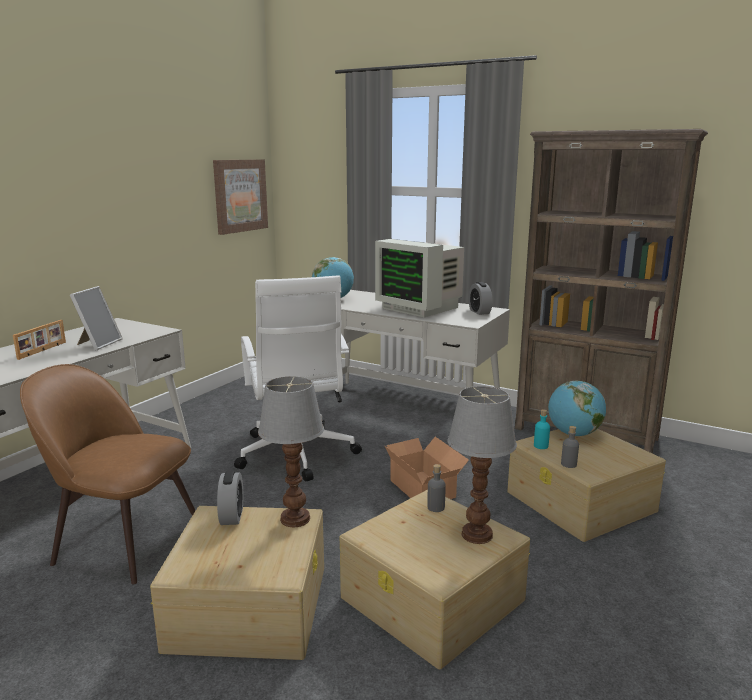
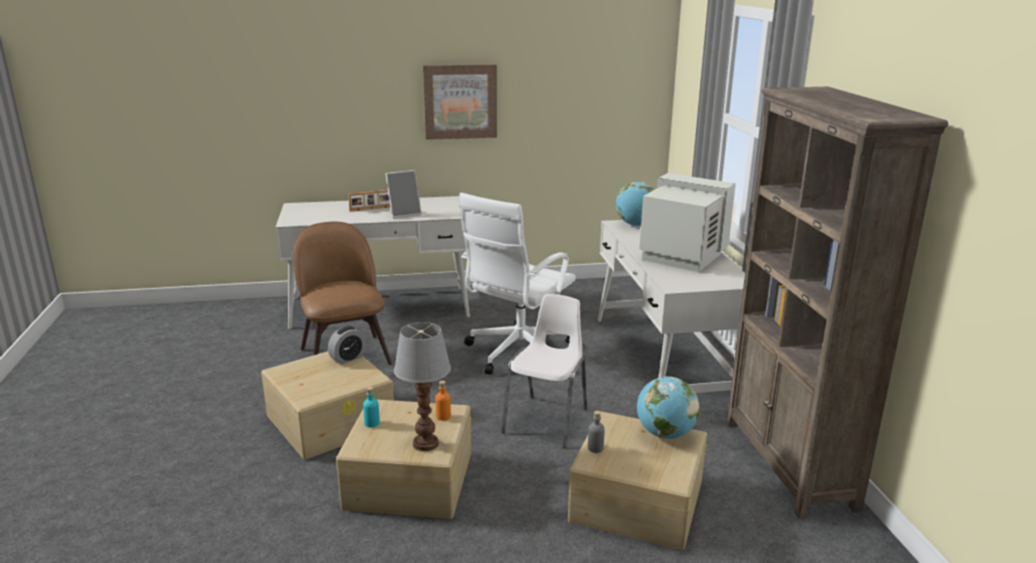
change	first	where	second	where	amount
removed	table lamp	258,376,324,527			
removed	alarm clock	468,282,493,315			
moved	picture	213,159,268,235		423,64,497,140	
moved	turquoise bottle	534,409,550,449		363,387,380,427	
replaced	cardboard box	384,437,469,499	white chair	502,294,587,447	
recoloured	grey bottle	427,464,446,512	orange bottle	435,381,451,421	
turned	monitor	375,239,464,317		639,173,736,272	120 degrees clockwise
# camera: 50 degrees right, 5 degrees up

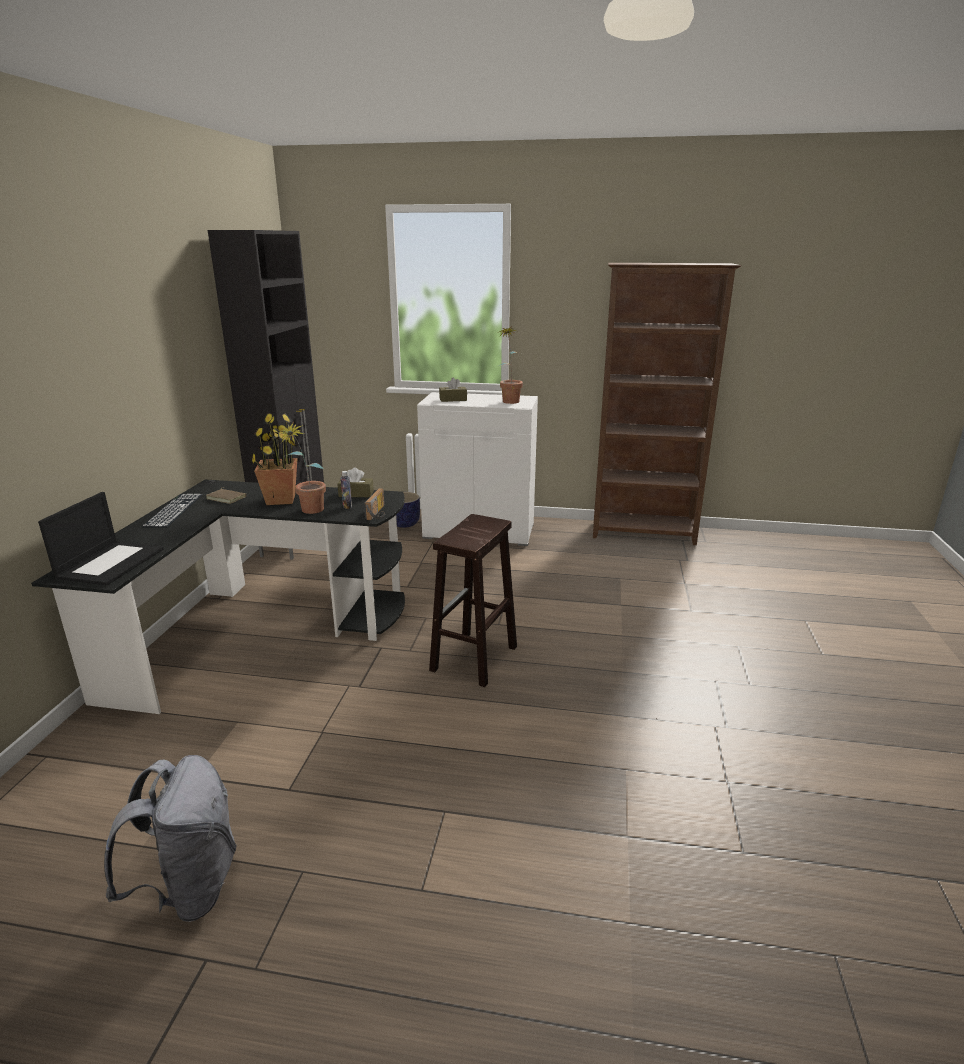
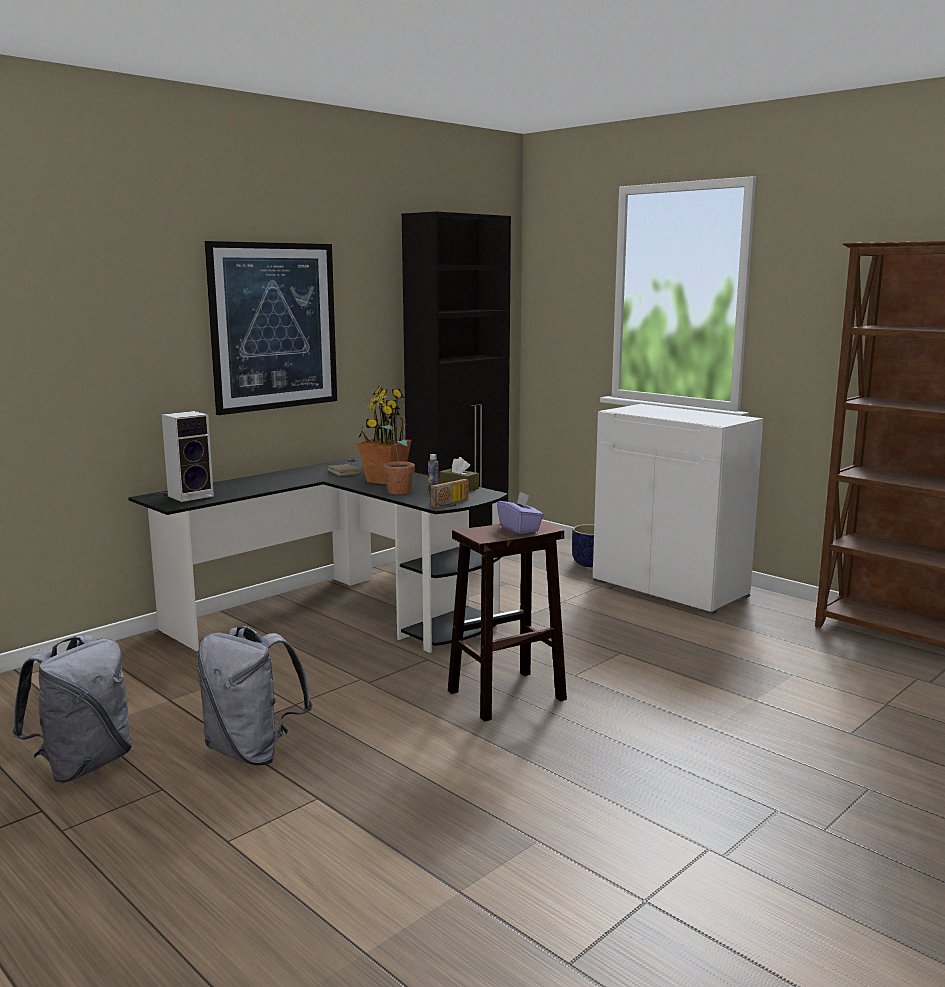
change	first	where	second	where	amount
removed	keyboard	142,494,202,528			
removed	brown tissue box	439,378,467,402			
removed	potted plant	499,327,523,404			
added			grey backpack	197,626,312,765	
added			picture	205,241,337,415	
added			purple tissue box	497,491,544,534	
replaced	laptop	38,492,164,585	speaker	162,411,214,502	
# camera: 35 degrees right, 10 degrees down

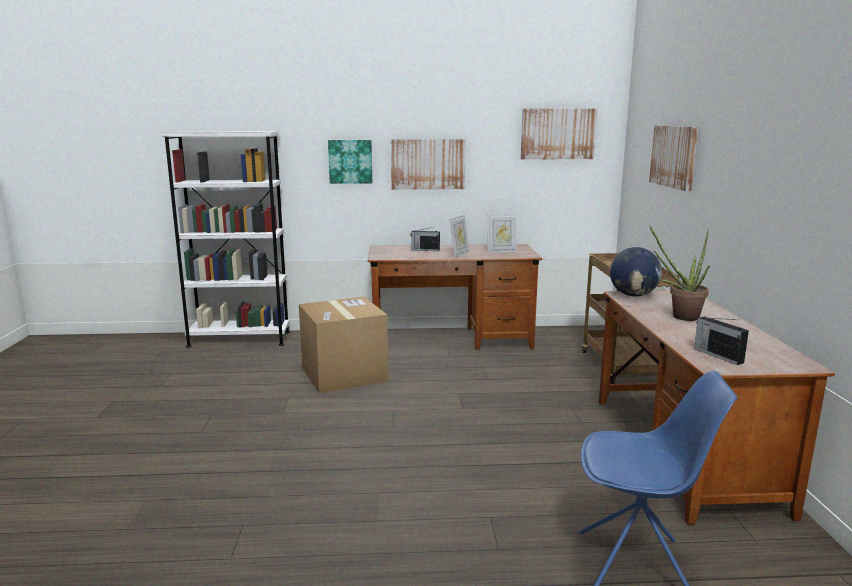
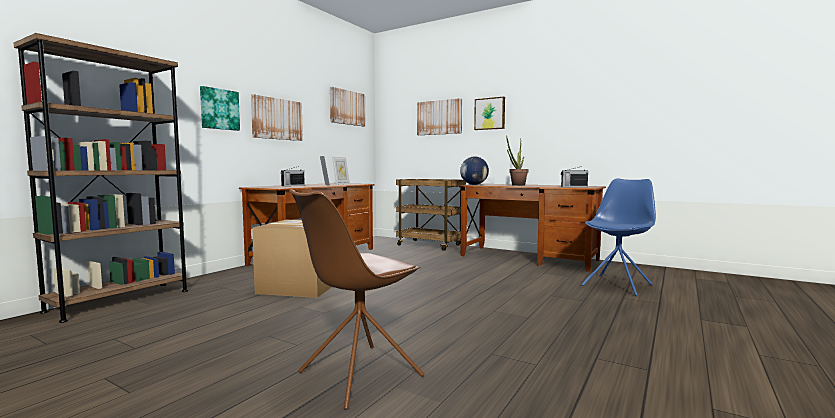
change	first	where	second	where	amount
added			brown chair	289,189,424,410	
added			picture	474,97,505,130	
recoloured	white bookcase	162,131,290,348	brown bookcase	14,33,188,323	
# camera: 55 degrees left, 10 degrees down

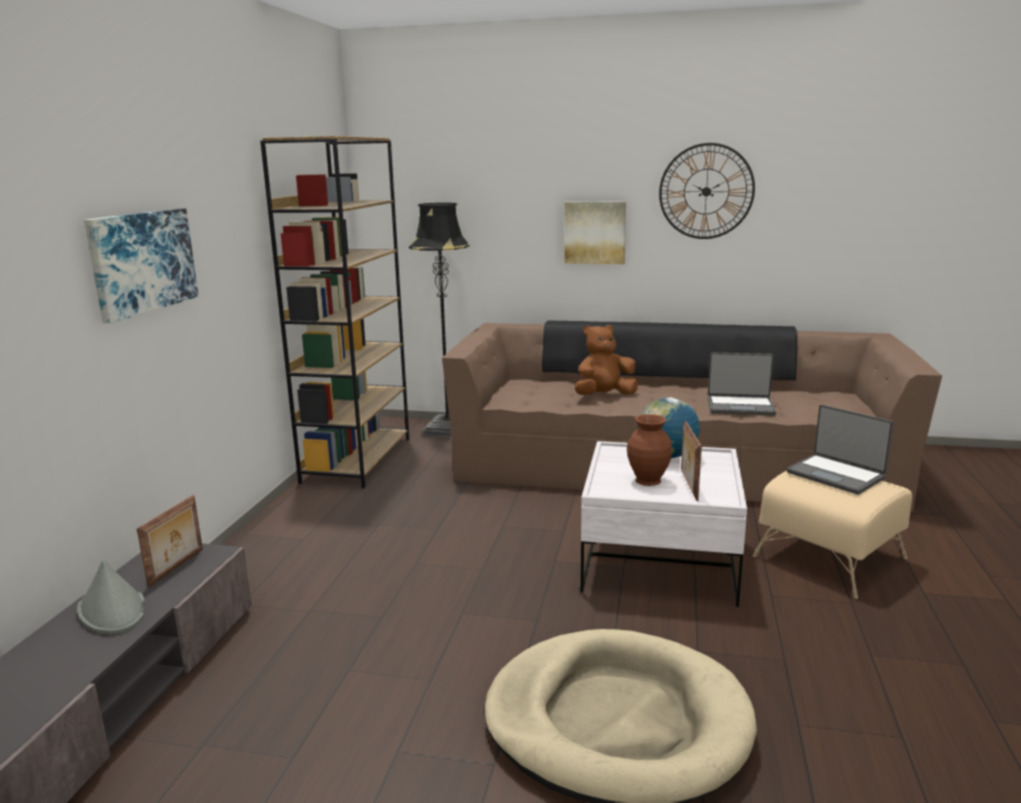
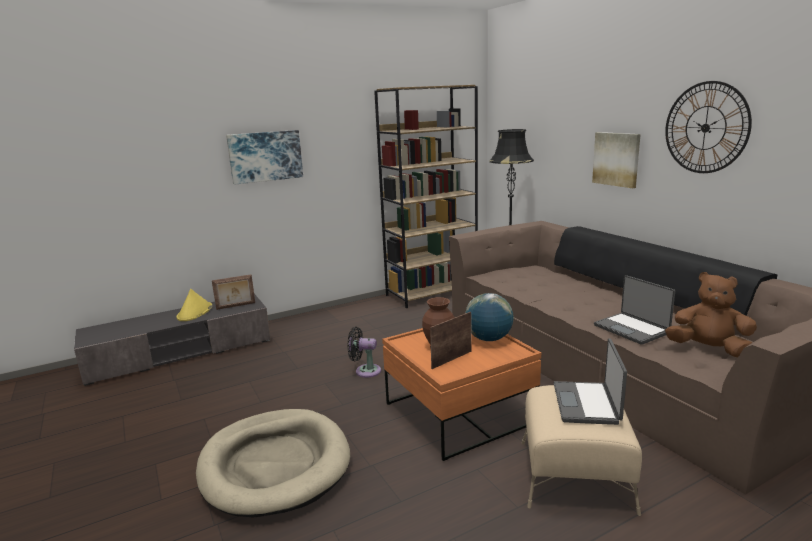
change	first	where	second	where	amount
added			black fan	347,327,381,378	
moved	brown plush toy	575,325,638,395		665,272,757,357	
recoloured	grey hat	77,559,145,634	yellow hat	176,289,212,321	
recoloured	white coffee table	581,441,747,607	orange coffee table	382,328,541,461	
# camera: 50 degrees right, 0 degrees up

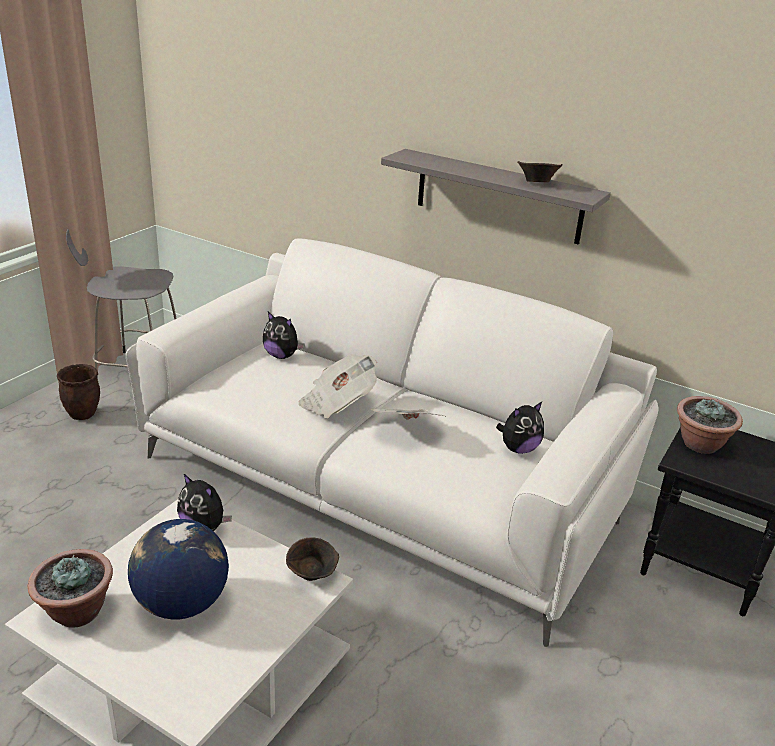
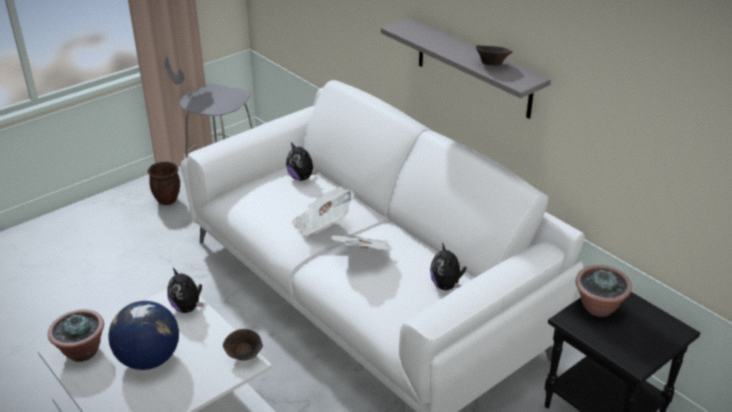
change	first	where	second	where	amount
turned	plush toy	496,402,544,454		430,242,466,290	90 degrees clockwise
# camera: 20 degrees right, 5 degrees up

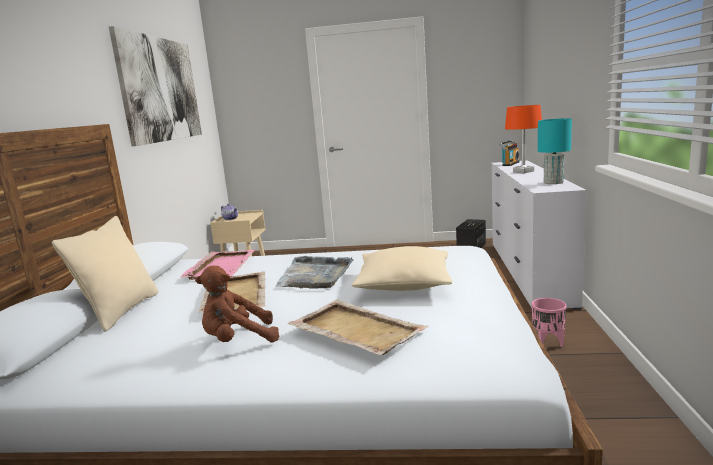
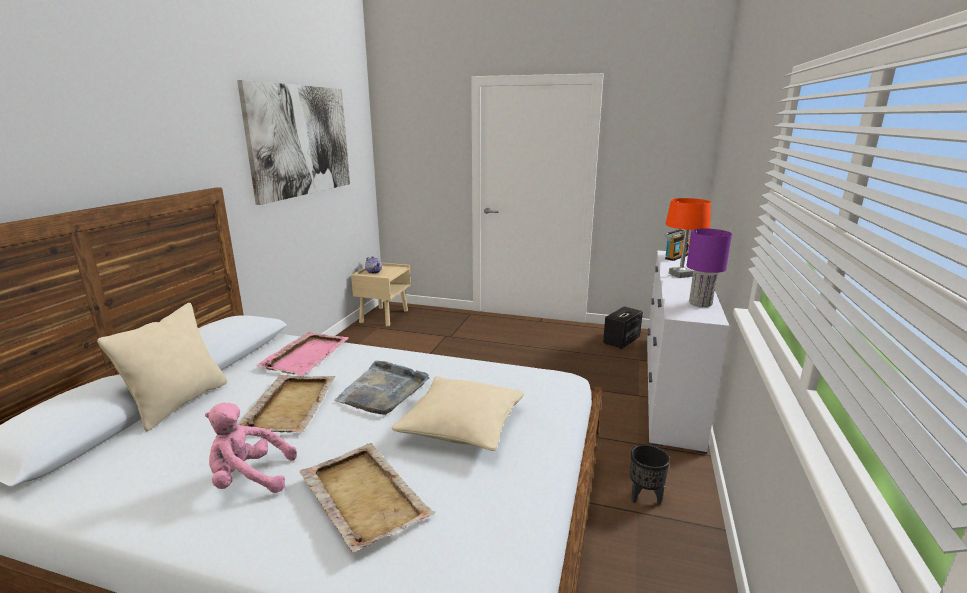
change	first	where	second	where	amount
recoloured	brown plush toy	195,266,279,342	pink plush toy	205,403,297,493	
recoloured	pink planter	532,298,566,347	black planter	630,445,670,504	
recoloured	turquoise table lamp	538,118,572,184	purple table lamp	686,228,732,307	
# camera: 10 degrees right, 5 degrees up

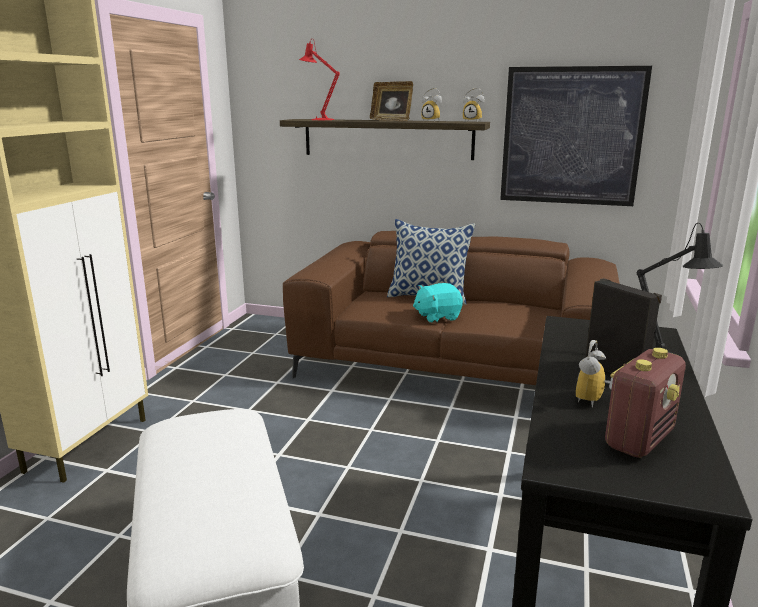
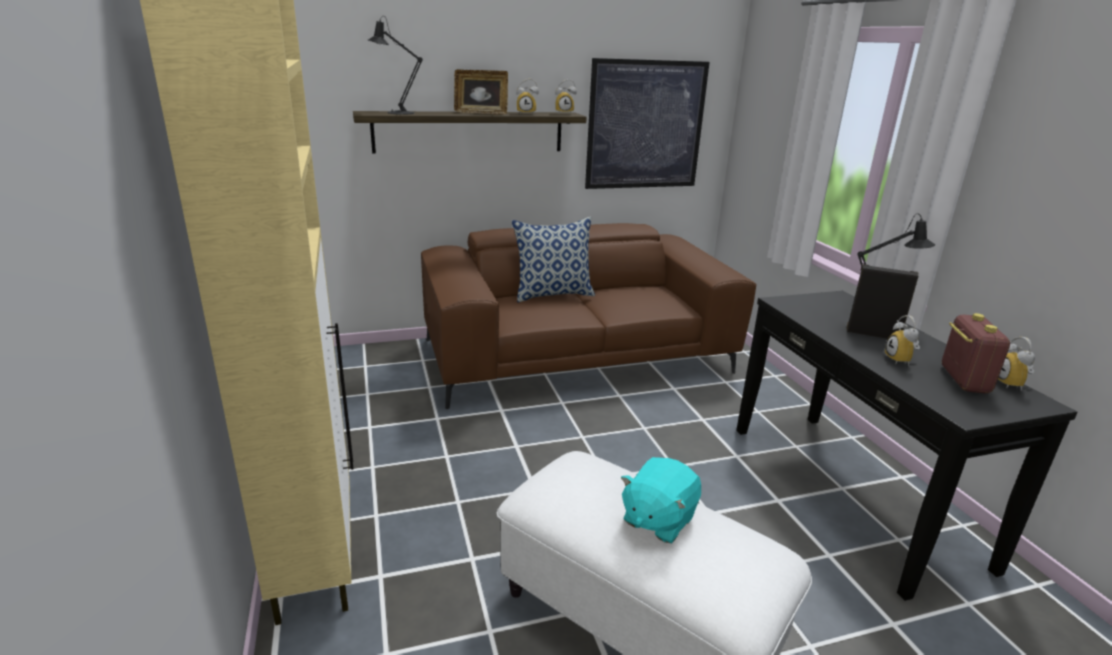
change	first	where	second	where	amount
added			alarm clock	998,337,1035,391	
moved	turquoise plush toy	413,283,463,323		621,457,701,543	
recoloured	red table lamp	299,38,340,120	black table lamp	367,16,423,115	
# camera: 35 degrees left, 5 degrees up

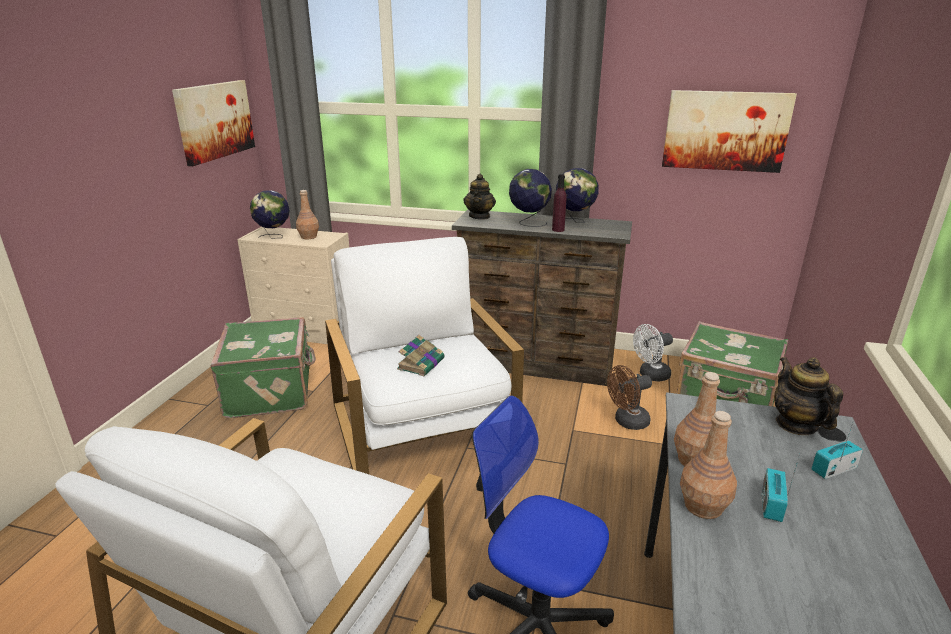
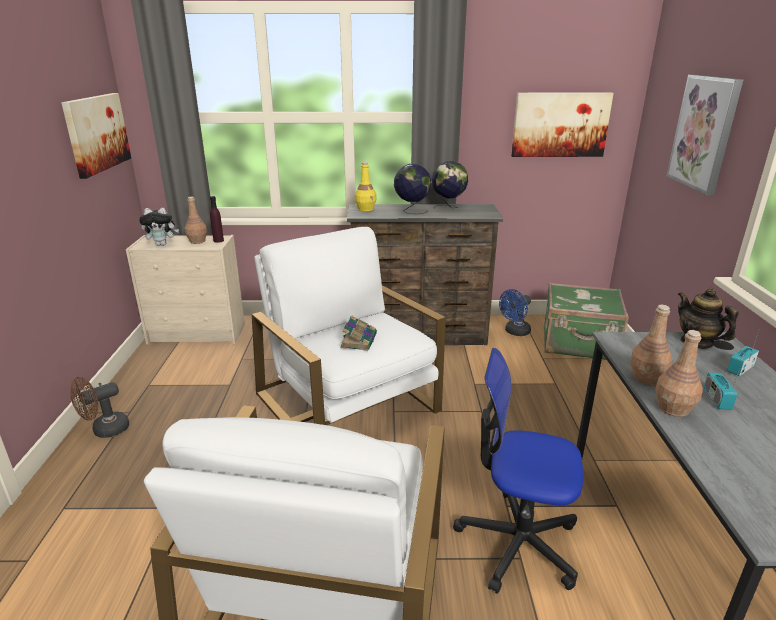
change	first	where	second	where	amount
removed	green suitcase	211,317,316,418			
added			picture	666,75,744,195	
moved	purple bottle	552,174,566,232		210,196,224,243	
moved	brown fan	607,365,652,430		70,377,129,438	
replaced	globe	250,190,290,238	plush toy	139,208,179,246	
replaced	teapot	463,173,496,220	yellow bottle	355,162,377,211	
recoloured	white fan	633,324,673,381	blue fan	499,289,531,336	
# camera: 15 degrees left, 0 degrees up

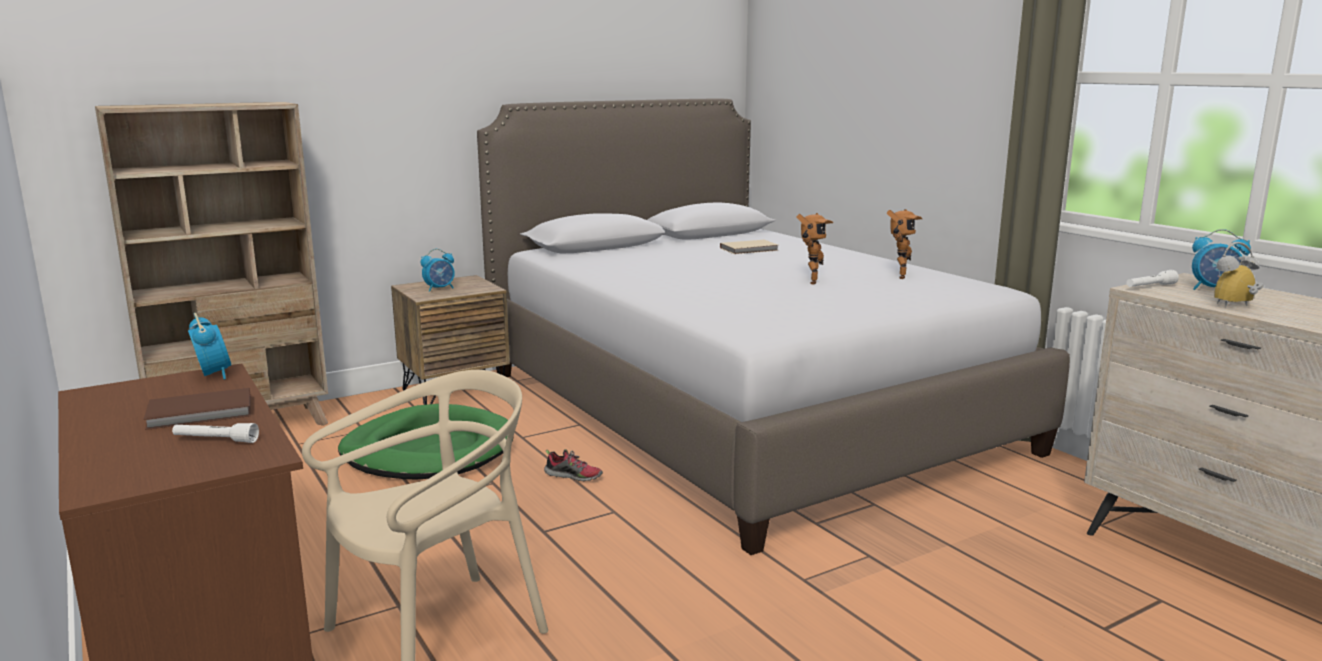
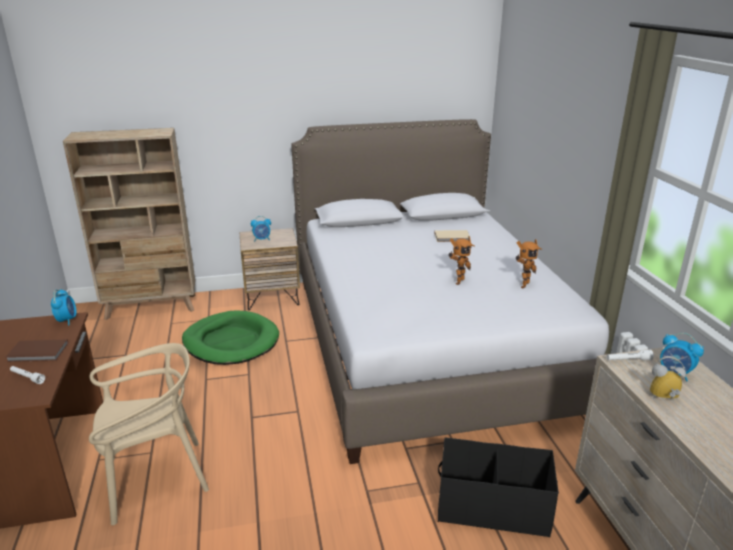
change	first	where	second	where	amount
removed	shoe	544,449,603,482			
added			black storage box	438,437,559,538	
# camera: 20 degrees right, 10 degrees up

